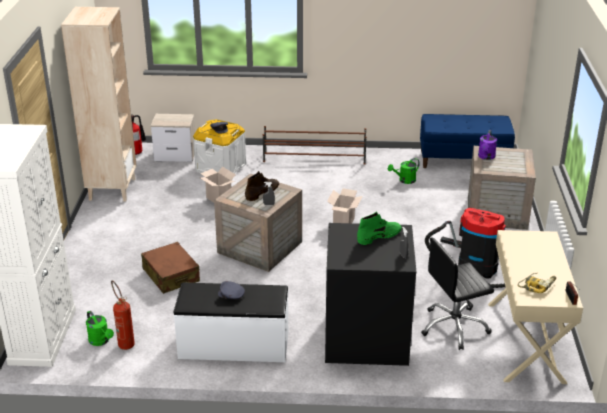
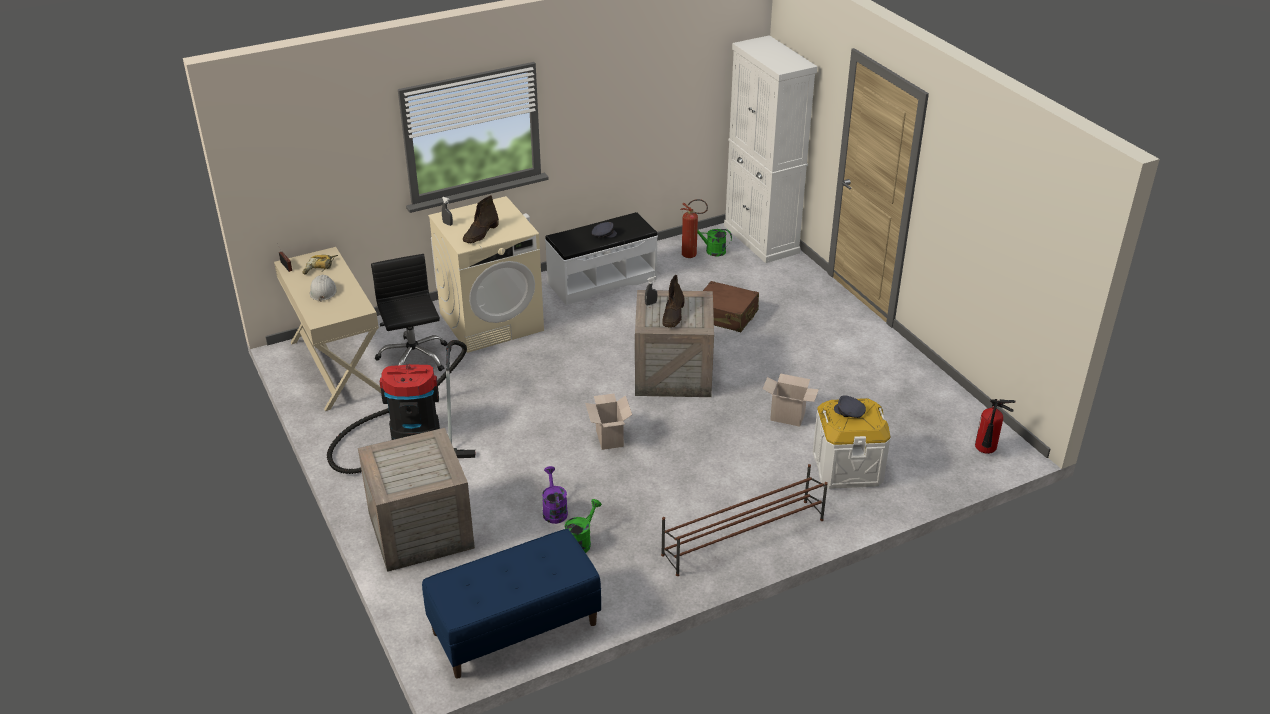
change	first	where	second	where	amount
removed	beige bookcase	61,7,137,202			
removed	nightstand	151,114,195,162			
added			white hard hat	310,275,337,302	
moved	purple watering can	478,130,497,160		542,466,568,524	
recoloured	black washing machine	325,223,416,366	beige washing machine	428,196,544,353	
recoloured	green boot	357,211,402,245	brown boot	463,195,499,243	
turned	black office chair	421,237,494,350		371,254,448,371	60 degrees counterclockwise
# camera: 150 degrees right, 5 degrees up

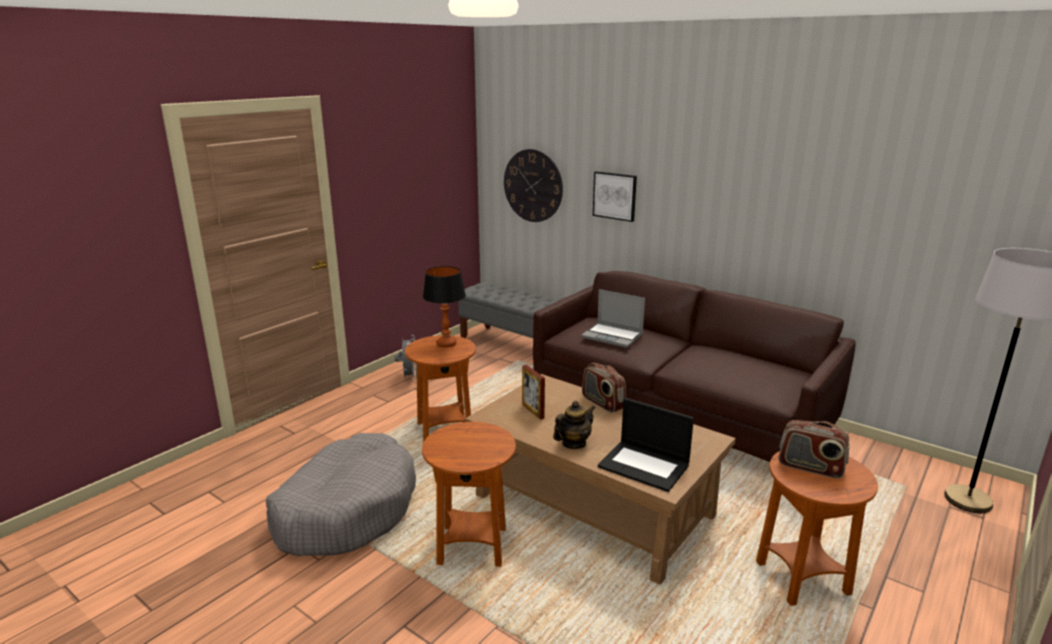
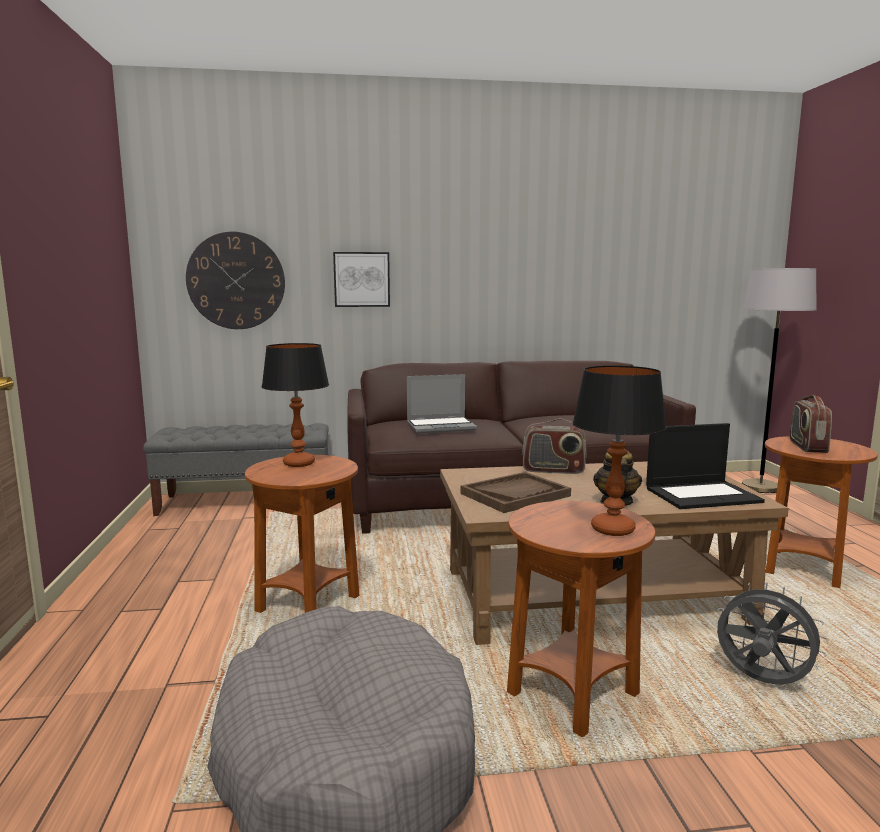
change	first	where	second	where	amount
added			table lamp	572,366,667,536	
moved	grey fan	395,335,417,380		716,582,828,685	
replaced	picture frame	522,365,545,420	brown tray	461,472,571,513	
turned	radio	779,420,849,478		790,395,832,453	120 degrees clockwise
# camera: 45 degrees left, 10 degrees down

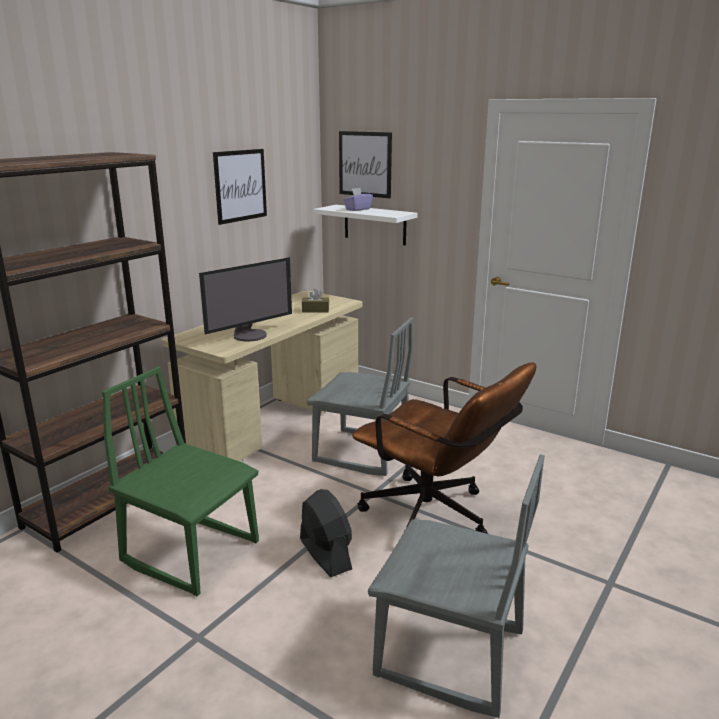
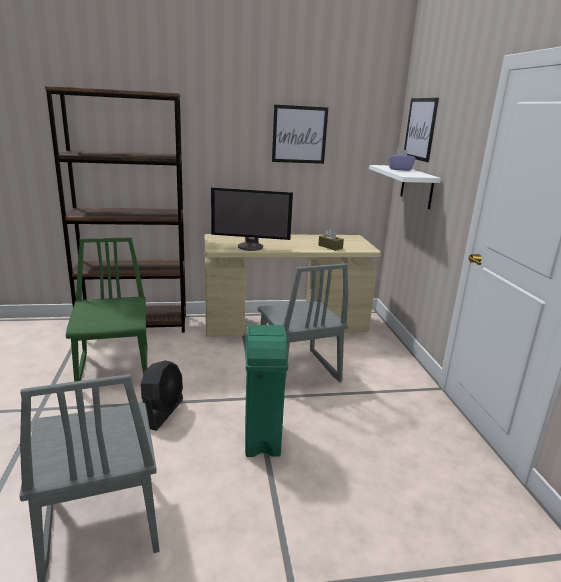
change	first	where	second	where	amount
replaced	brown office chair	352,363,536,534	green trash can	245,325,288,457	
# camera: 45 degrees right, 0 degrees up

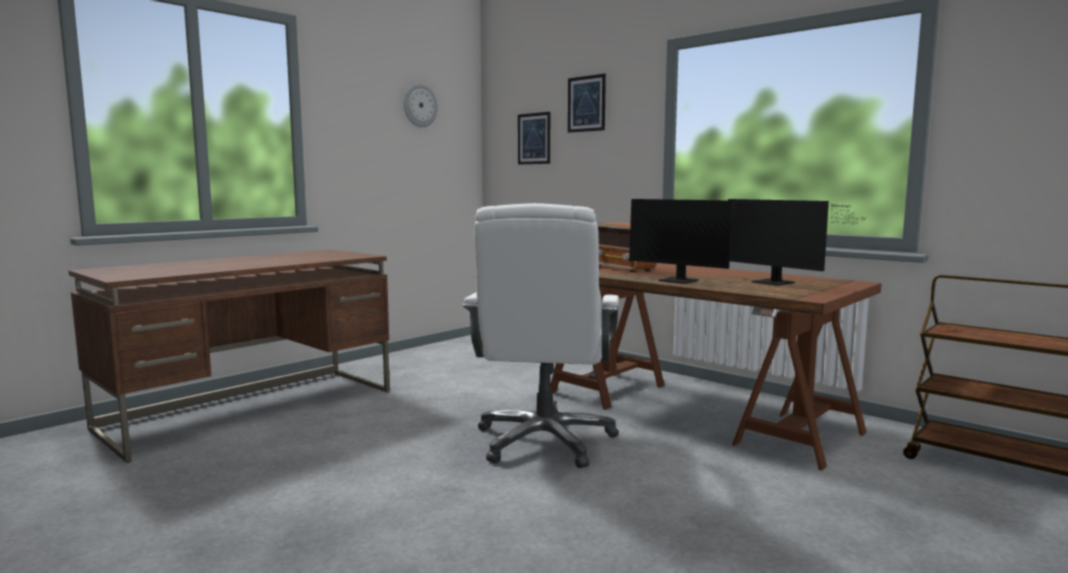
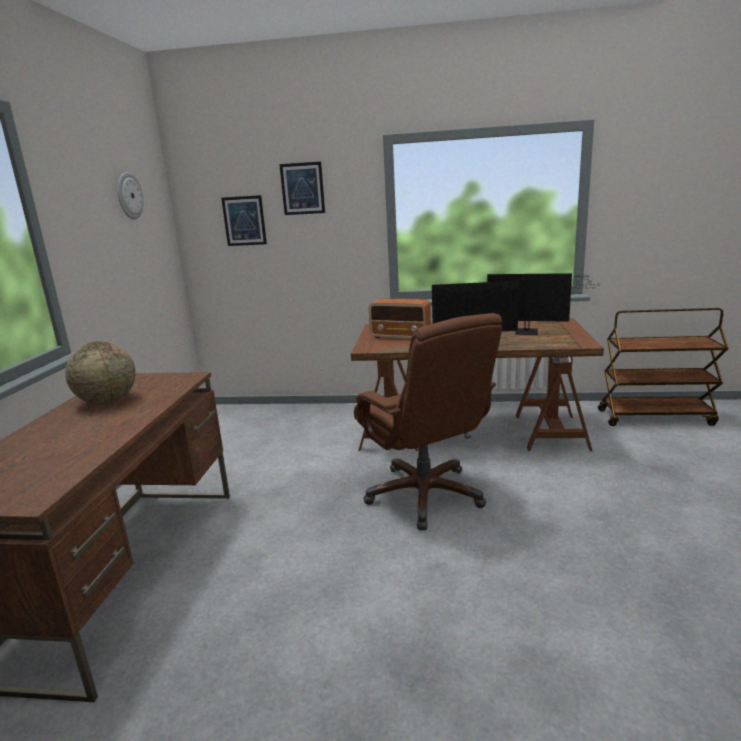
change	first	where	second	where	amount
added			globe	65,341,136,404	
recoloured	white office chair	463,203,619,468	brown office chair	354,313,502,530	
# camera: 35 degrees left, 10 degrees up

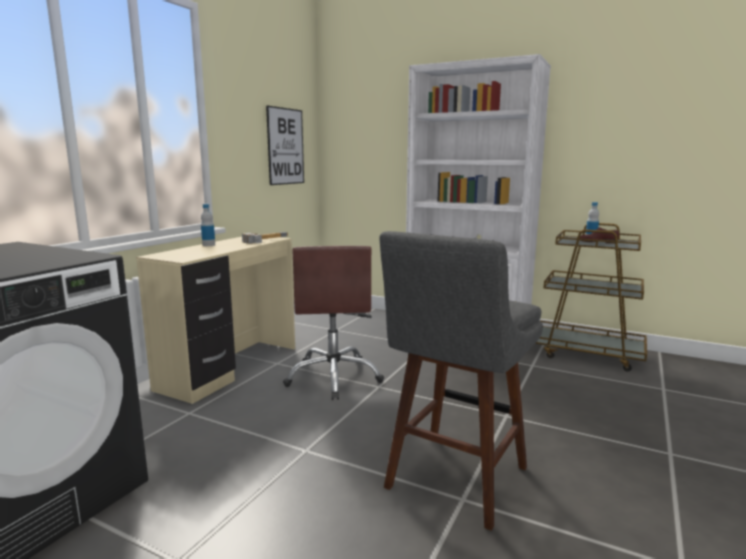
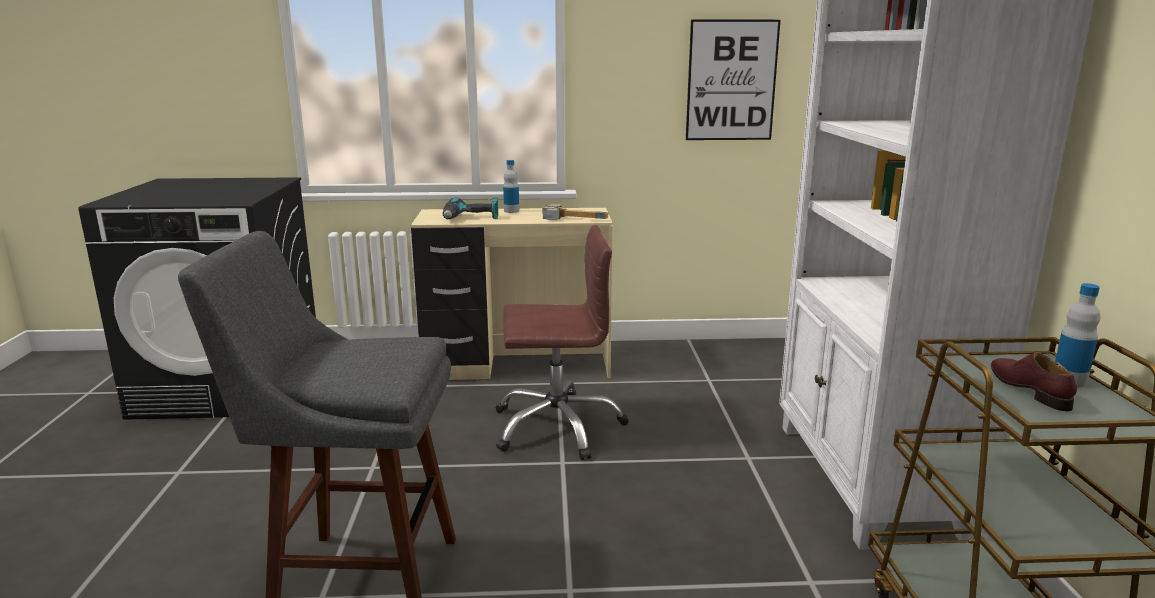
change	first	where	second	where	amount
added			power drill	443,197,498,220	
turned	brown office chair	283,246,384,400		496,225,629,460	150 degrees counterclockwise
# camera: 60 degrees right, 5 degrees up

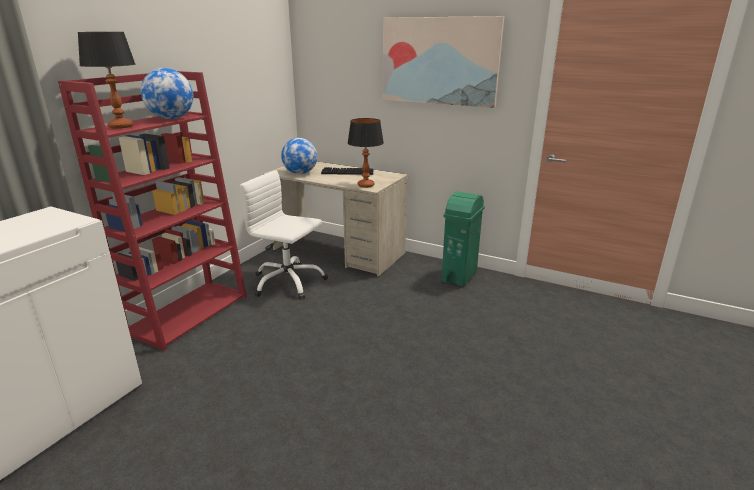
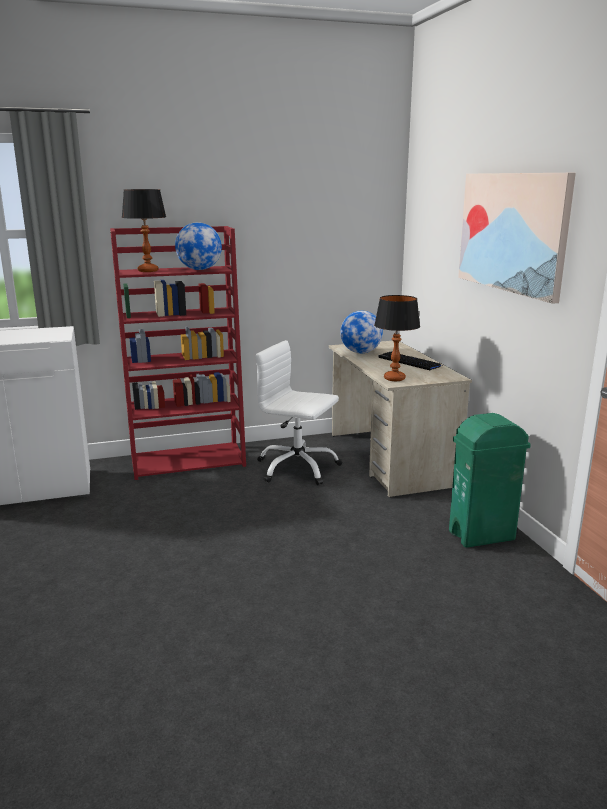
change	first	where	second	where	amount
turned	white office chair	240,170,328,299		256,340,342,485	45 degrees counterclockwise
# camera: 45 degrees right, 5 degrees down

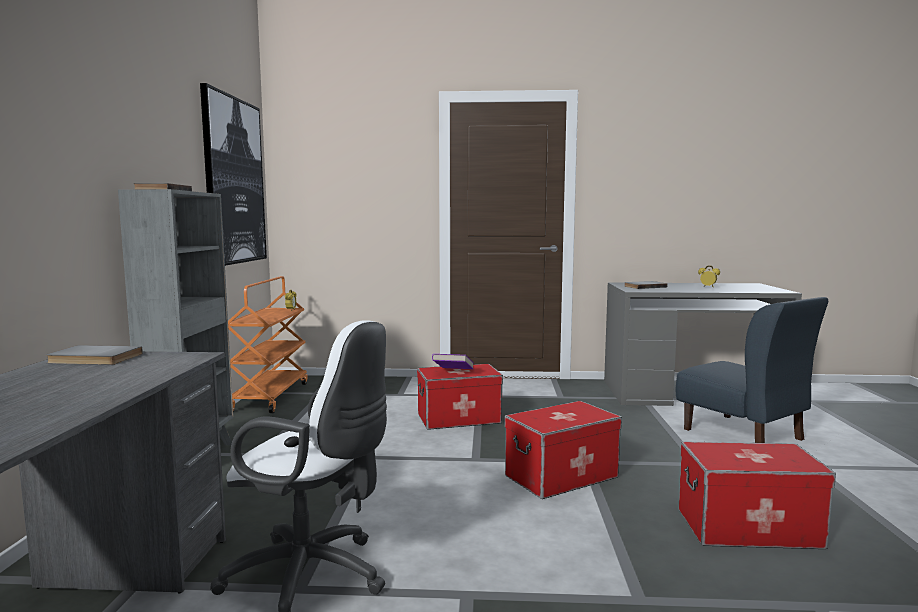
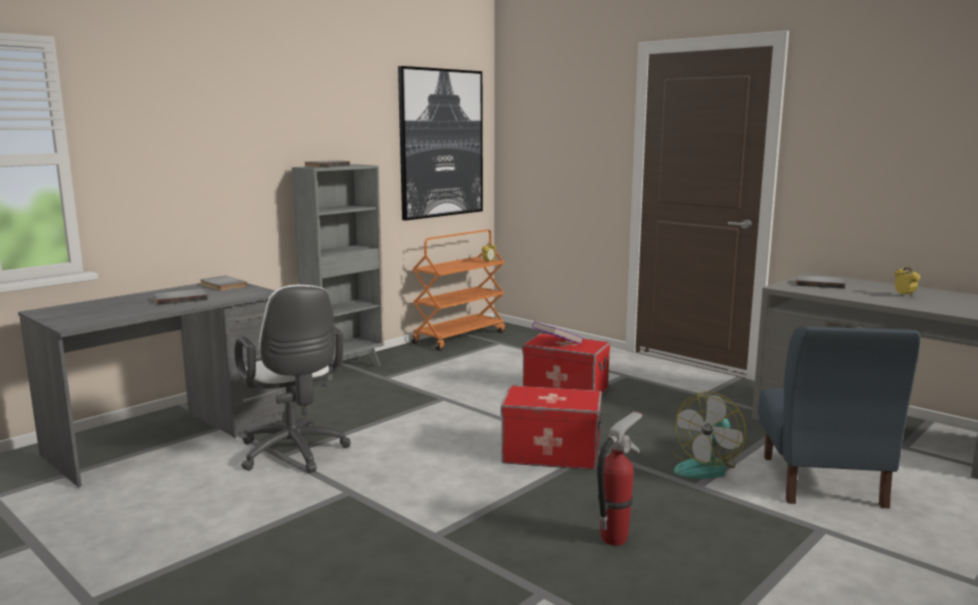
change	first	where	second	where	amount
added			grey book	154,289,208,305	
added			fan	673,392,747,478	
replaced	storage box	678,441,836,549	fire extinguisher	597,411,643,546	
# camera: 40 degrees right, 5 degrees up

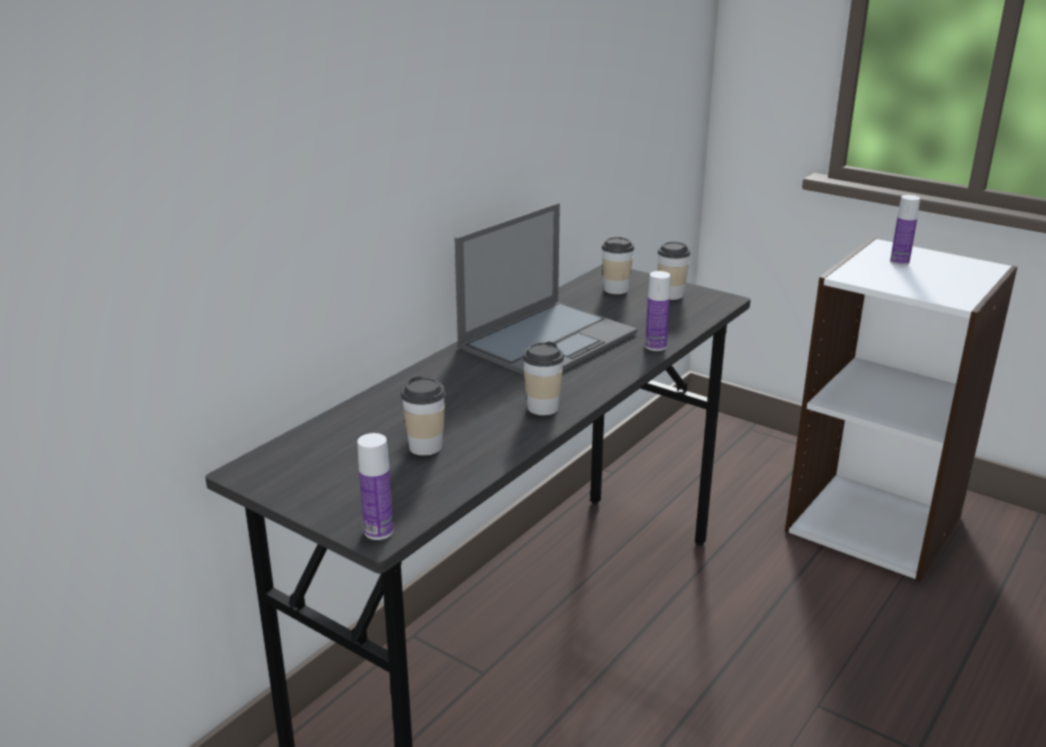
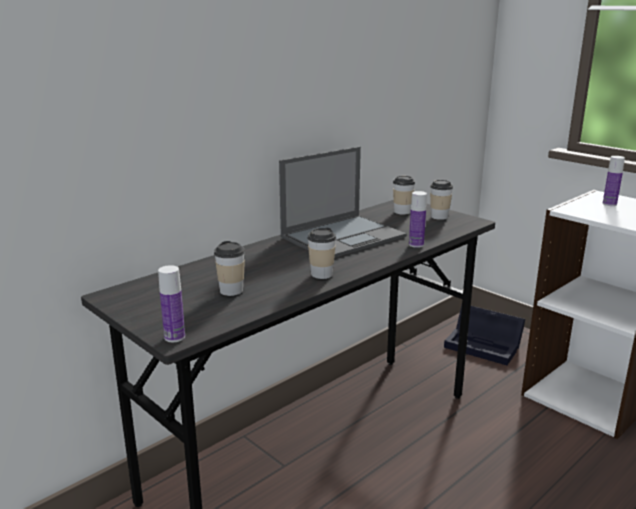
change	first	where	second	where	amount
added			black storage box	444,305,526,365	
# camera: 10 degrees right, 5 degrees down

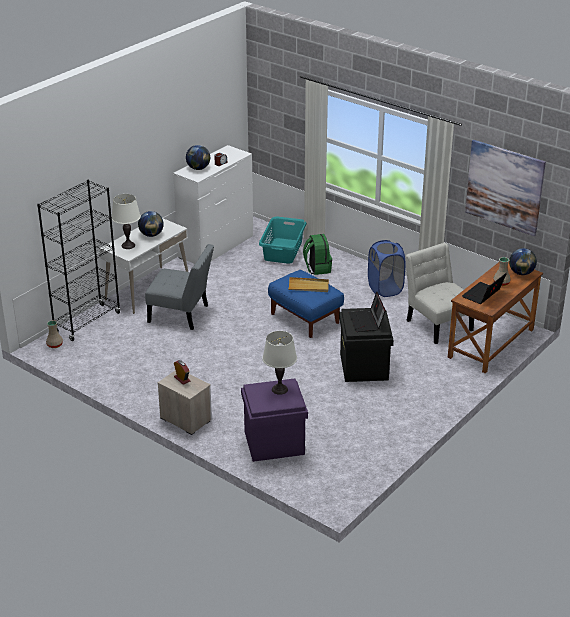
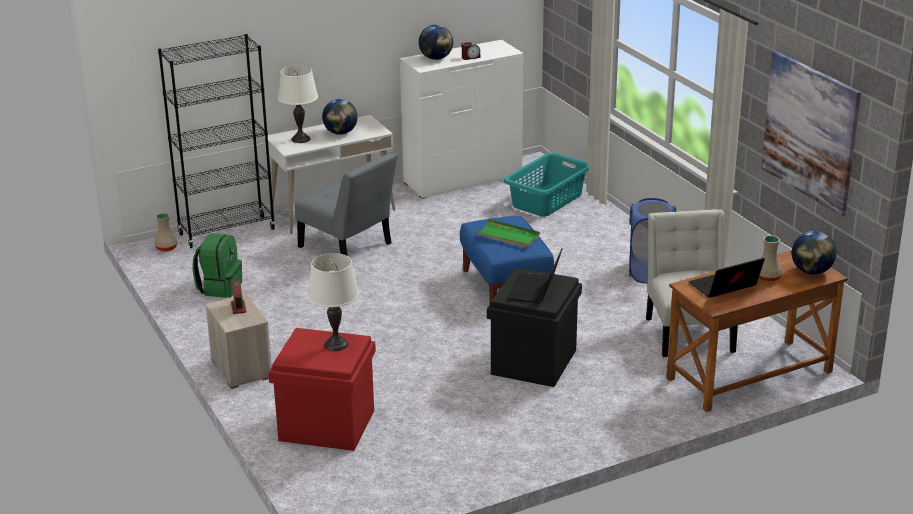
change	first	where	second	where	amount
moved	green backpack	303,234,332,275		192,233,242,298	
recoloured	purple storage box	241,378,308,462	red storage box	268,328,376,451	
recoloured	beige tray	289,277,329,292	green tray	474,219,540,248	
# camera: 25 degrees right, 5 degrees down

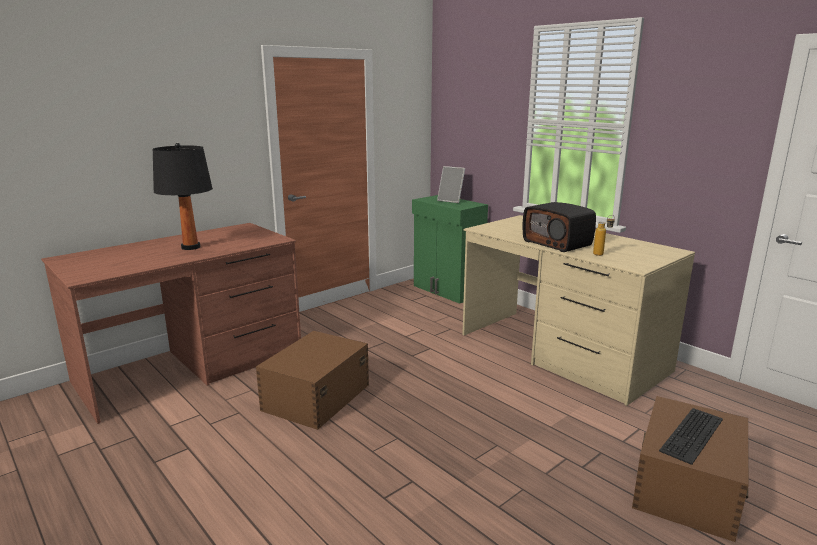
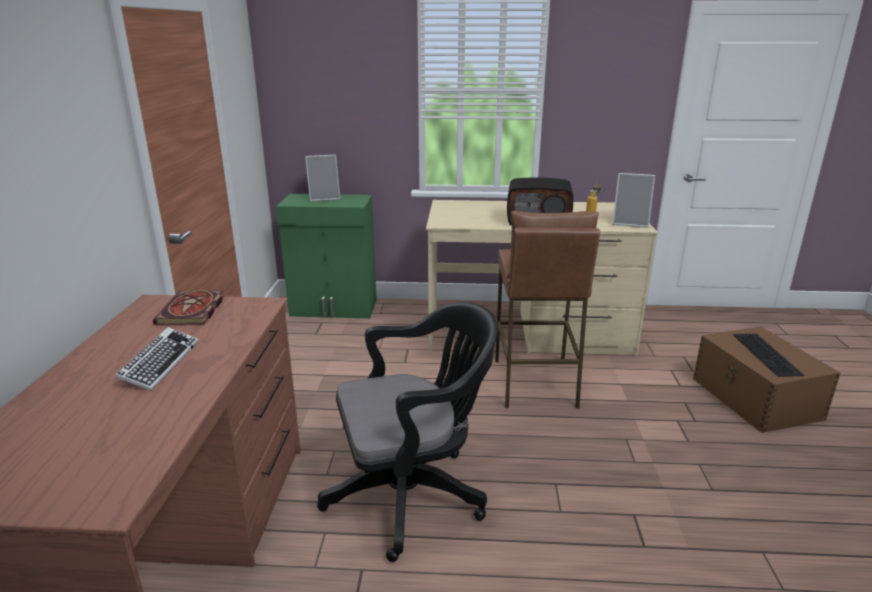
change	first	where	second	where	amount
added			book	153,290,224,325	
added			brown stool	495,211,600,408	
added			picture frame	612,173,655,228	
replaced	black table lamp	152,143,213,250	keyboard	115,327,199,391	
replaced	brown storage box	256,331,369,430	black office chair	317,302,498,562	
# camera: 45 degrees left, 5 degrees up

